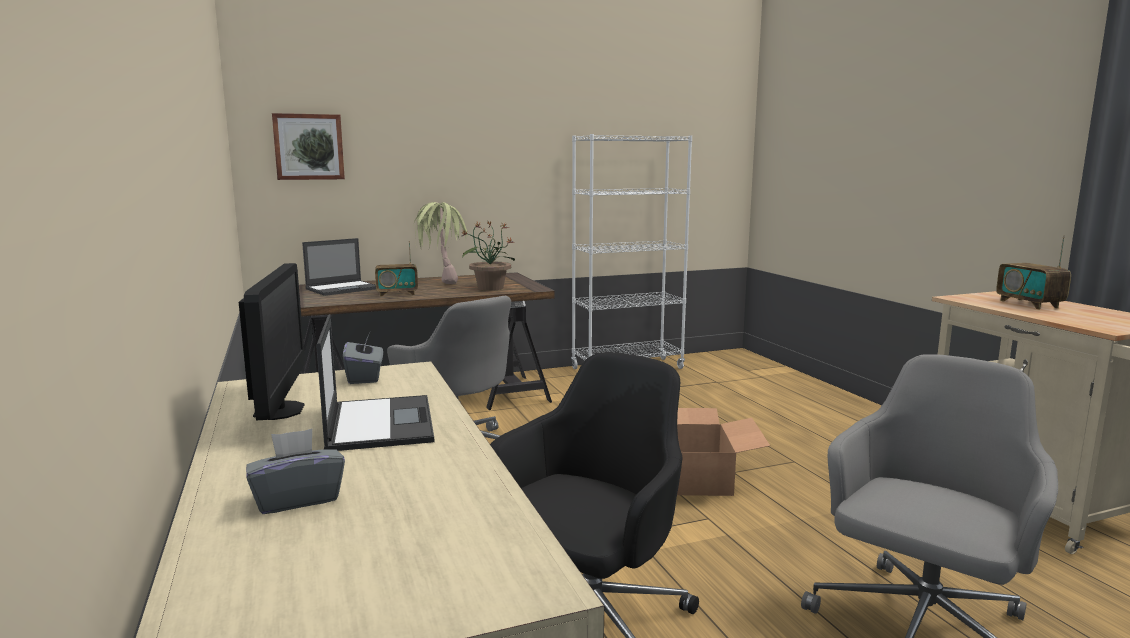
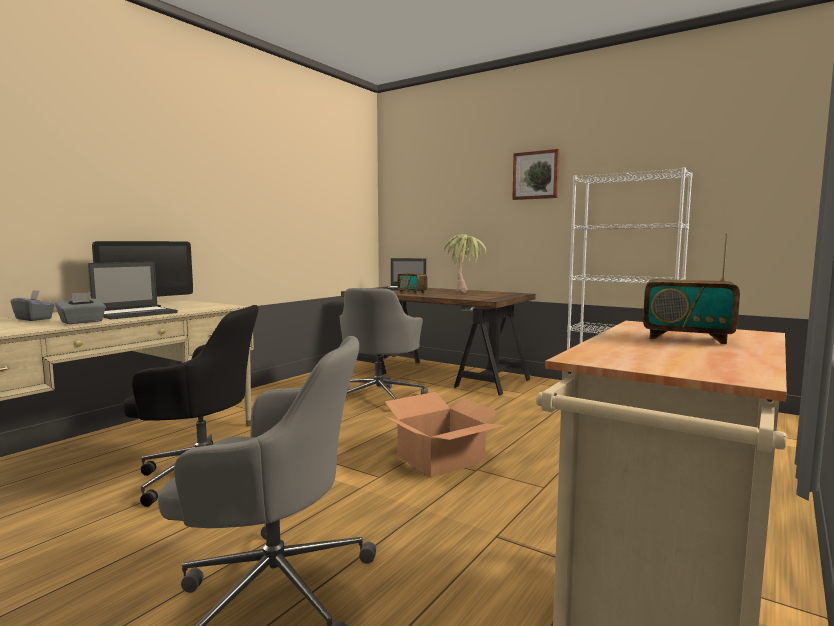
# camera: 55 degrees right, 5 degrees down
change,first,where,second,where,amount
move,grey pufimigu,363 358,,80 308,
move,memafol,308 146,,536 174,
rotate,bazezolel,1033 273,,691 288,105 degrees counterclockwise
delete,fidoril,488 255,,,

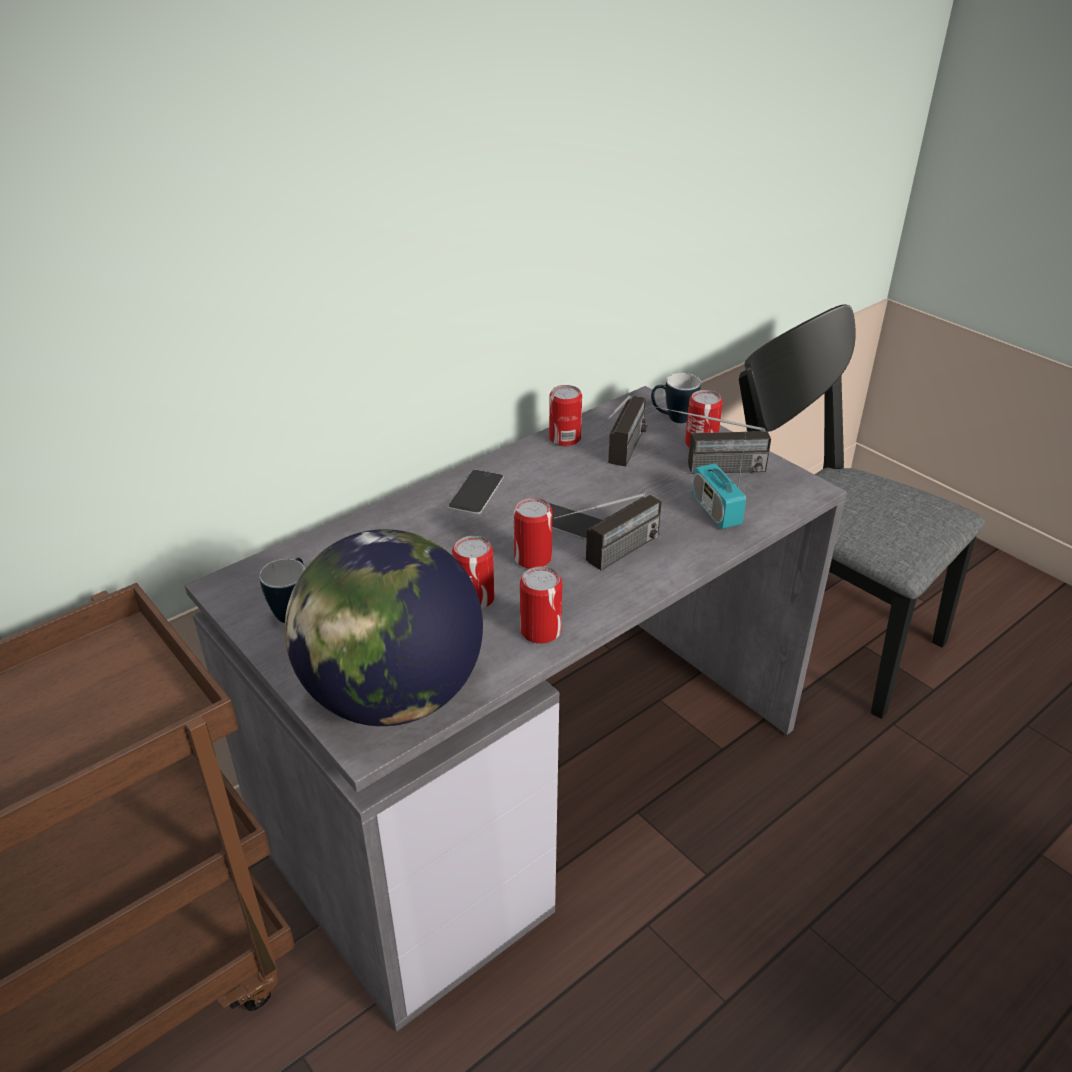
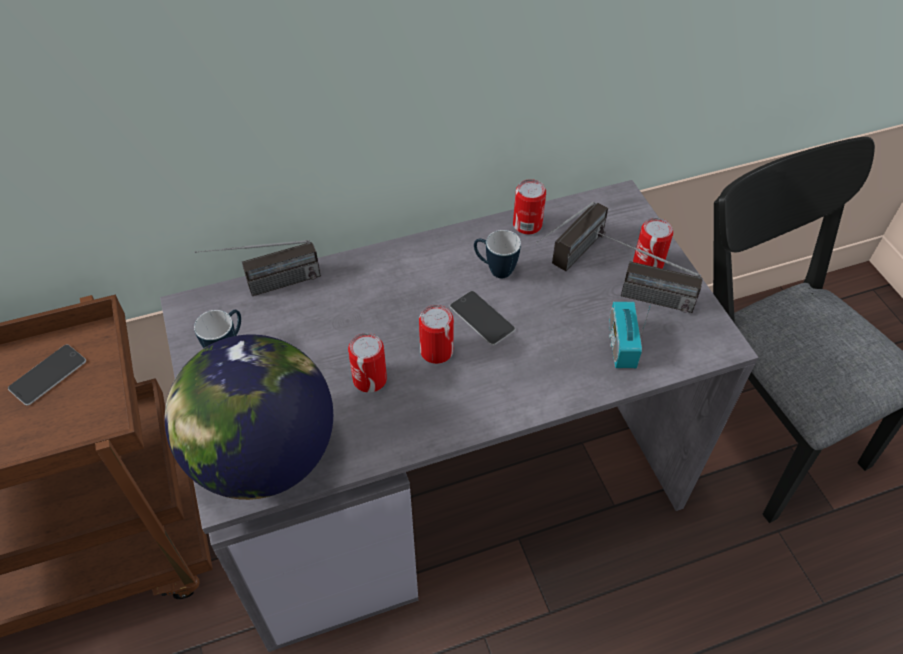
# camera: 20 degrees right, 15 degrees up
change,first,where,second,where,amount
move,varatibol,476 492,,47 375,
move,bazezolel,608 532,,258 268,
move,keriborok,676 398,,497 254,
delete,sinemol,541 605,,,

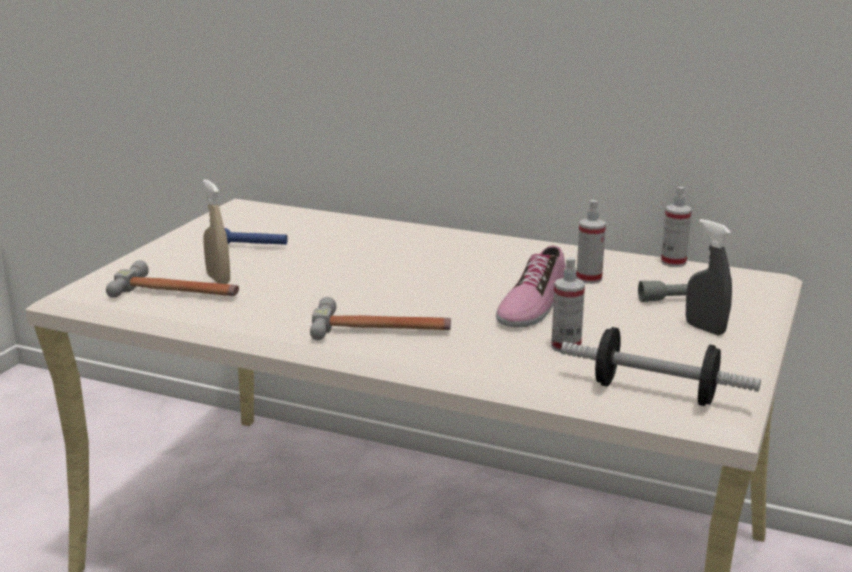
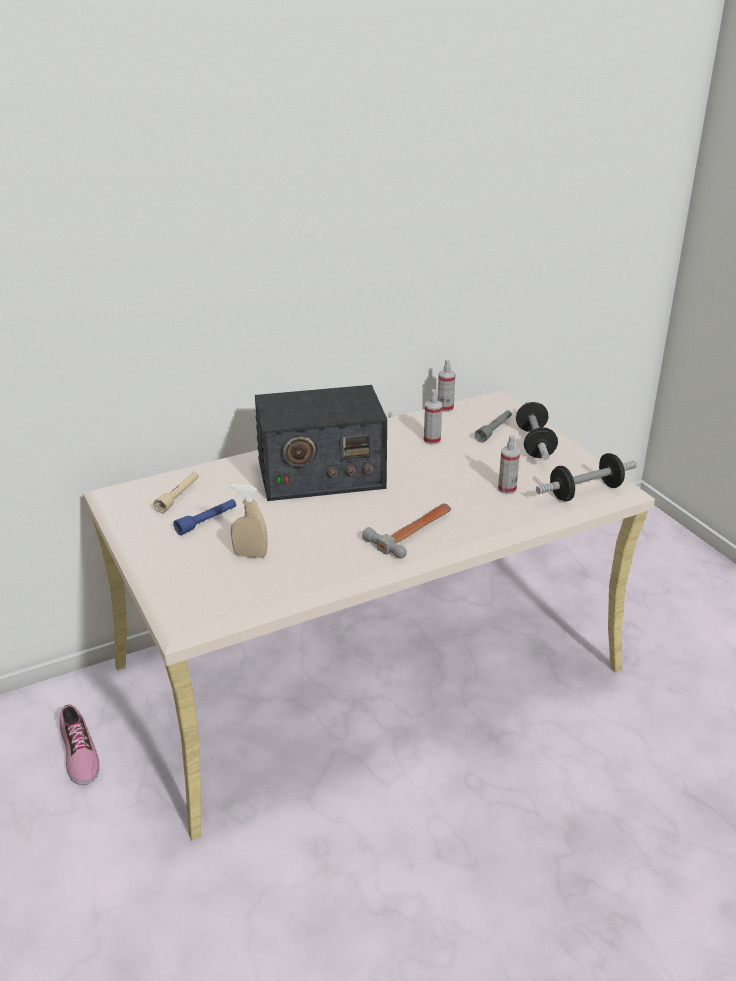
# camera: 50 degrees left, 10 degrees up
change,first,where,second,where,amount
move,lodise,531 286,,80 745,
insert,,,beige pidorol,176 492,
insert,,,bazezolel,321 443,
replace,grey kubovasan,709 277,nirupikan,537 431,
delete,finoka,172 279,,,

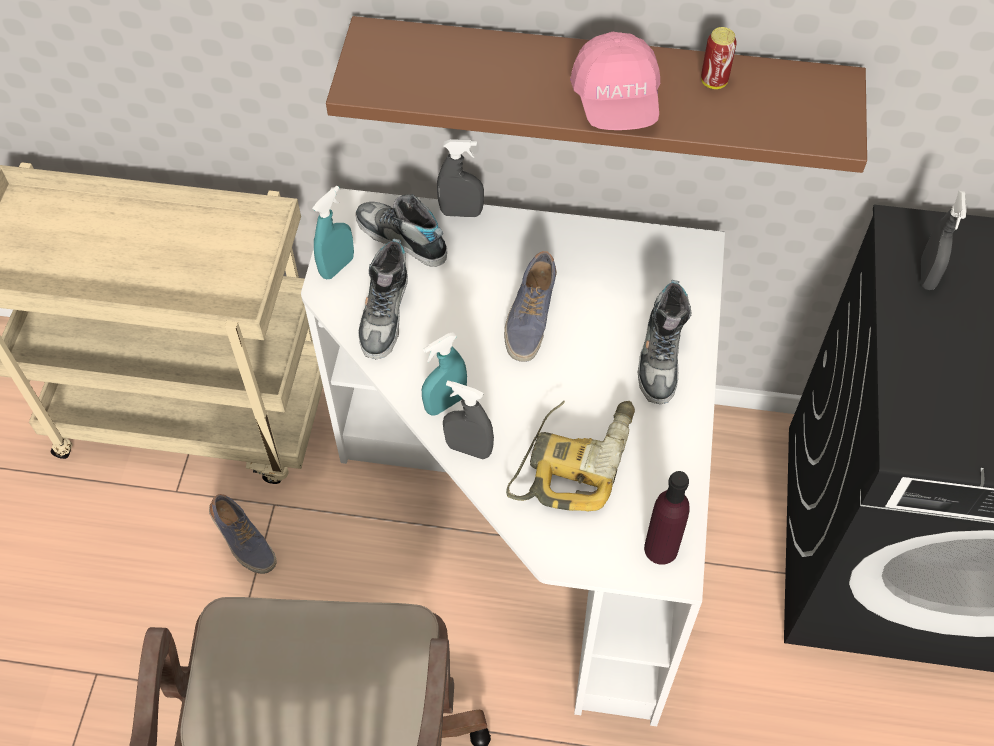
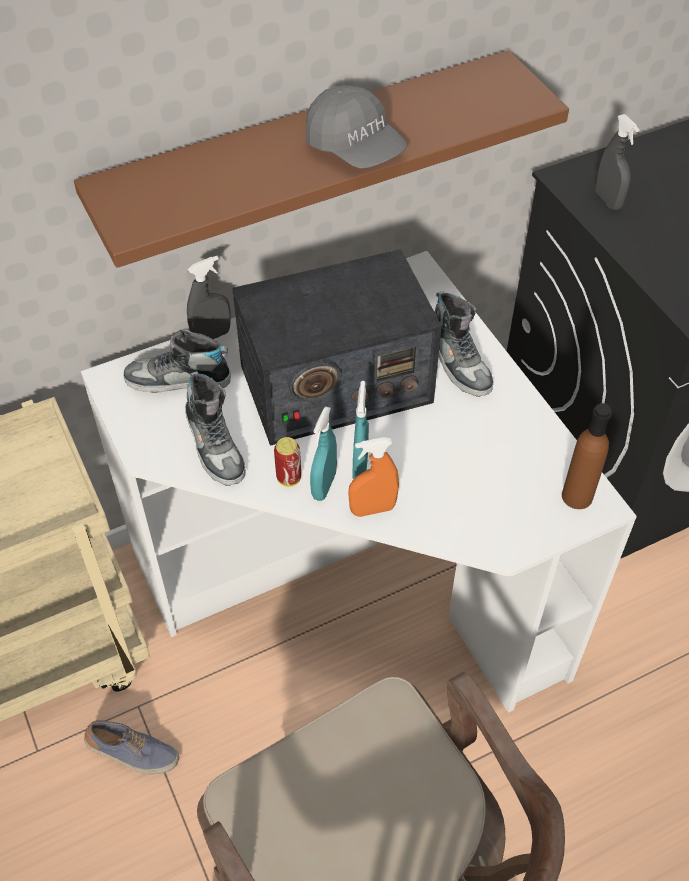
# camera: 35 degrees left, 5 degrees down
change,first,where,second,where,amount
replace,lodise,530 306,bazezolel,337 347,
move,sinemol,719 58,,287 462,
recolor,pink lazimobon,615 80,grey lazimobon,356 127,
recolor,grey kubovasan,468 419,orange kubovasan,373 477,
move,turquoise kubovasan,333 232,,360 430,
recolor,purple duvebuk,667 518,brown duvebuk,587 456,
delete,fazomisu,570 456,,,

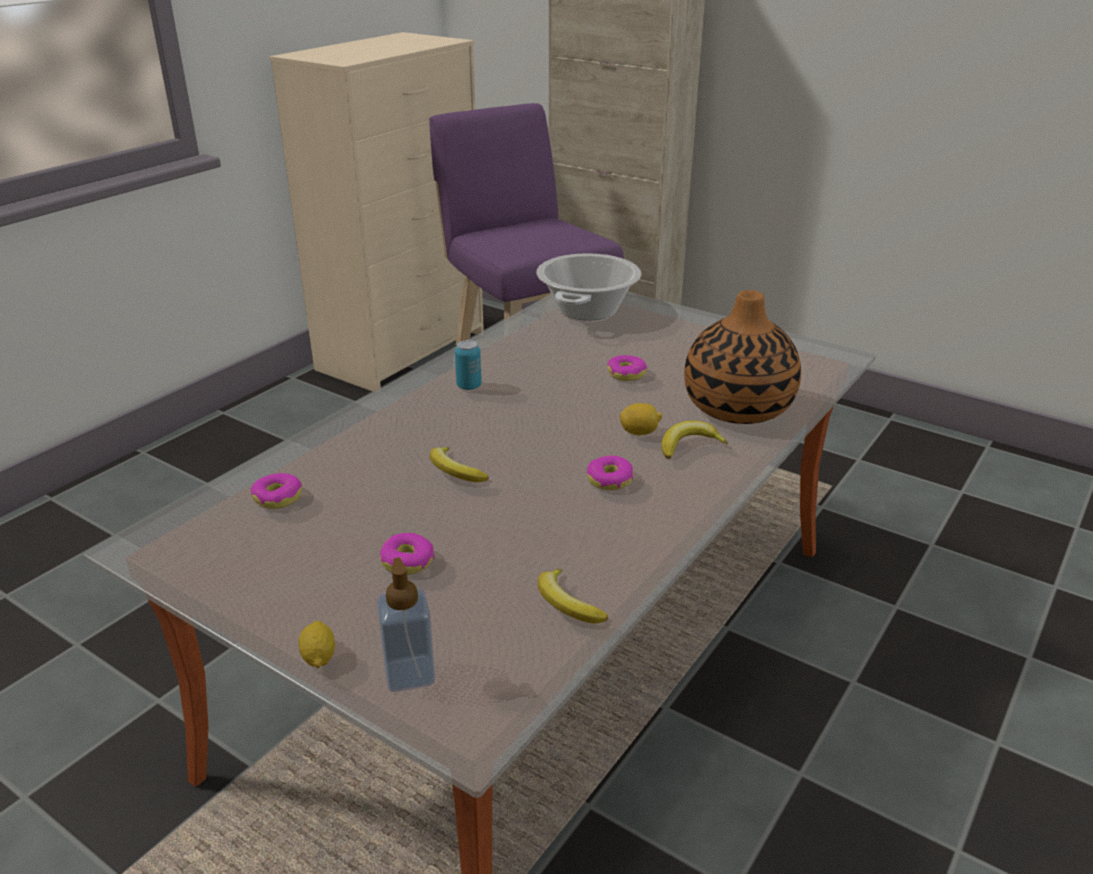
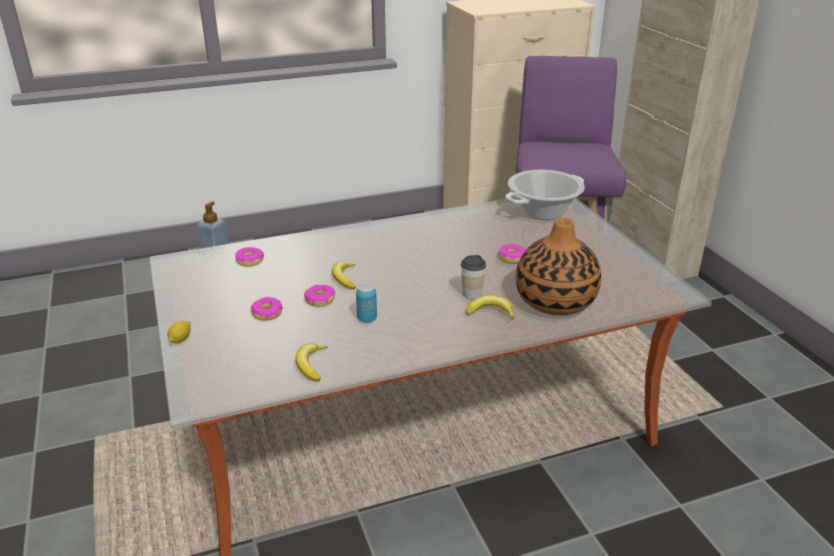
# camera: 35 degrees right, 0 degrees up
change,first,where,second,where,amount
move,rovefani,406 625,,213 232,
move,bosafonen,610 472,,319 295,
move,sinemol,468 365,,366 302,
replace,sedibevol,640 419,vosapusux,473 277,

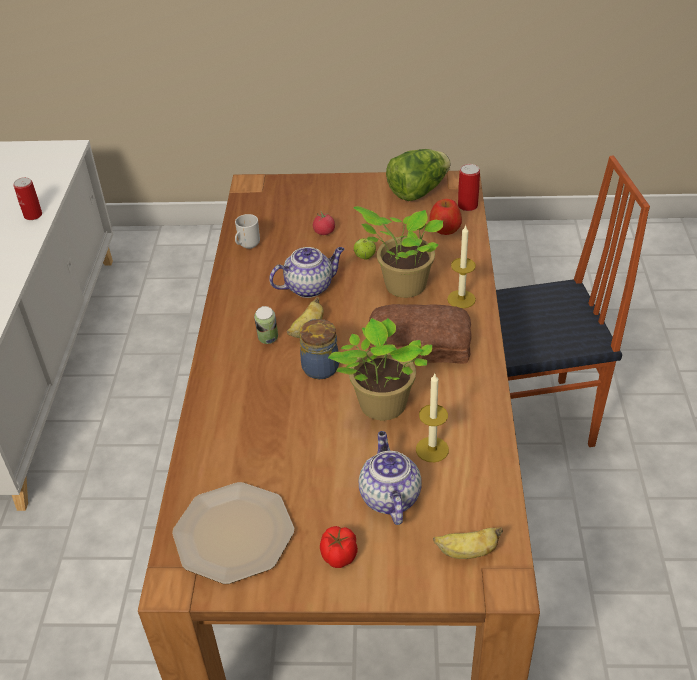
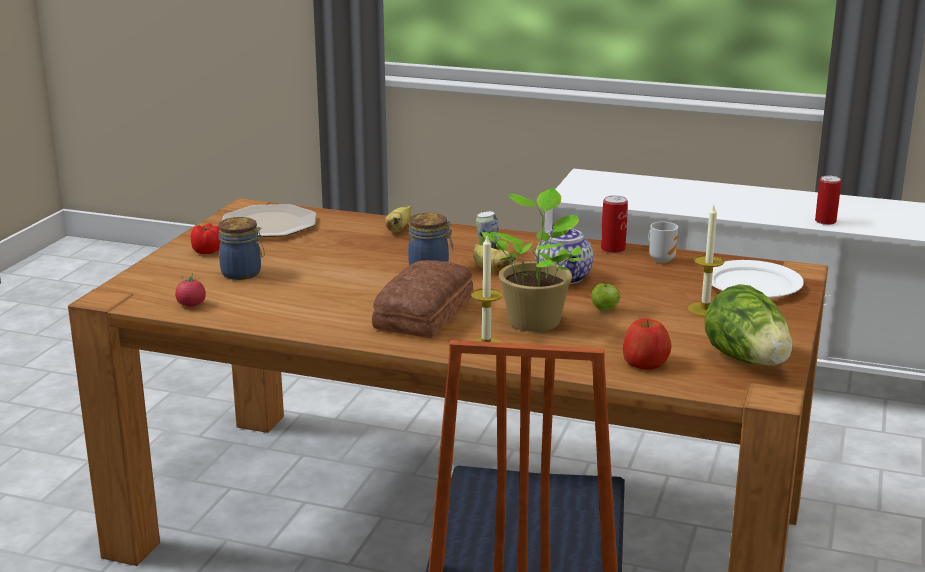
# camera: 105 degrees right, 20 degrees down
change,first,where,second,where,amount
move,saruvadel,324 223,,190 290,
replace,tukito,390 478,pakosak,241 248,
move,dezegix,468 543,,398 219,
move,sinemol,469 187,,614 224,
move,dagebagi,432 418,,706 261,
insert,,,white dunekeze,758 279,
delete,fidoril,380 369,,,

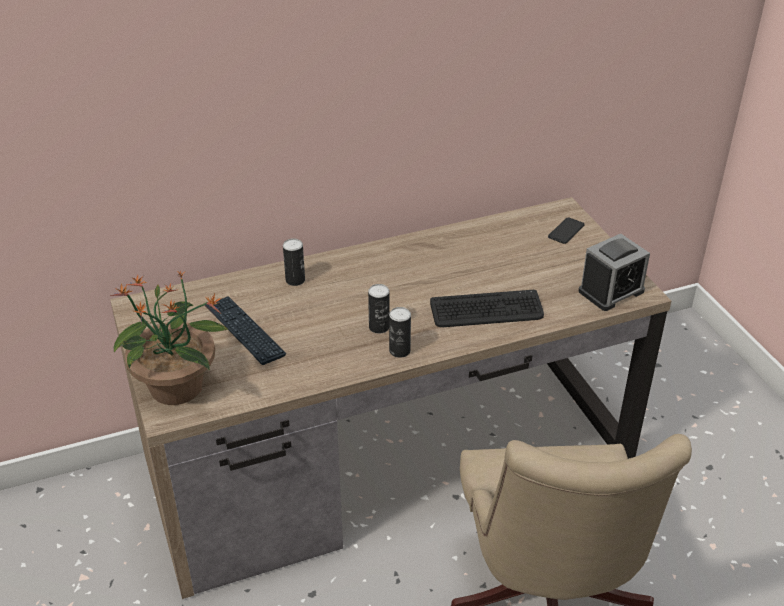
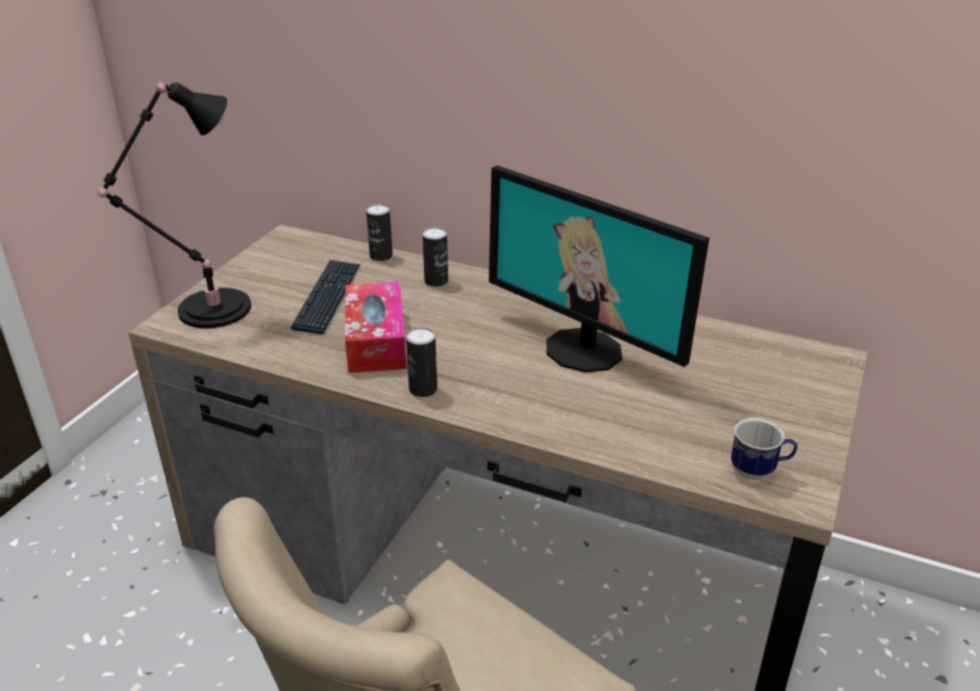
# camera: 45 degrees right, 5 degrees down
change,first,where,second,where,amount
replace,fidoril,169 337,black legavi,173 205,
insert,,,pufimigu,376 327,
move,sinemol,379 308,,379 232,
insert,,,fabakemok,599 269,
replace,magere,614 272,keriborok,764 449,
delete,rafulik,487 308,,,
delete,varatibol,566 230,,,

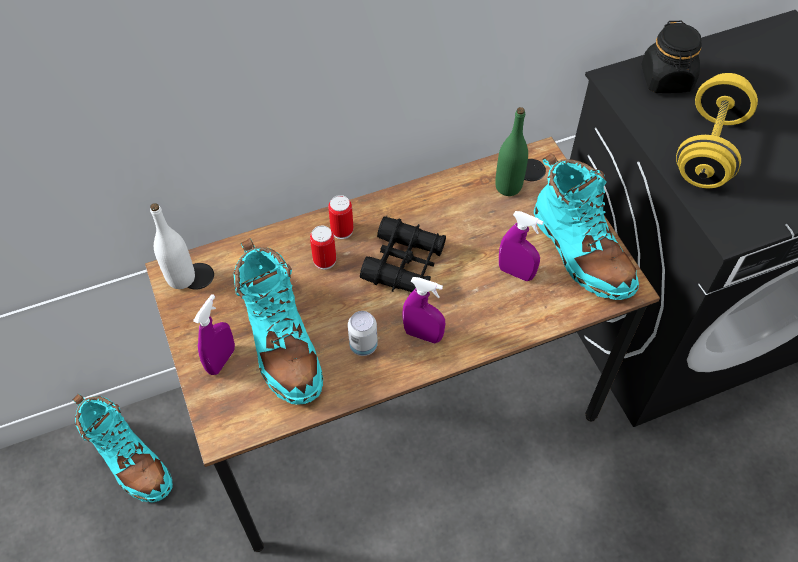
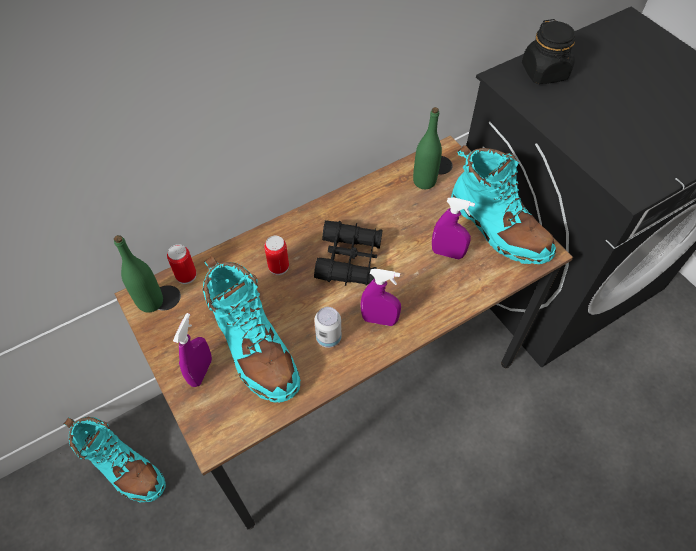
# camera: 10 degrees left, 0 degrees up
change,first,where,second,where,amount
recolor,white duvebuk,172 246,green duvebuk,138 273,
move,sinemol,340 217,,181 264,
delete,yellow nirupikan,717 130,,,

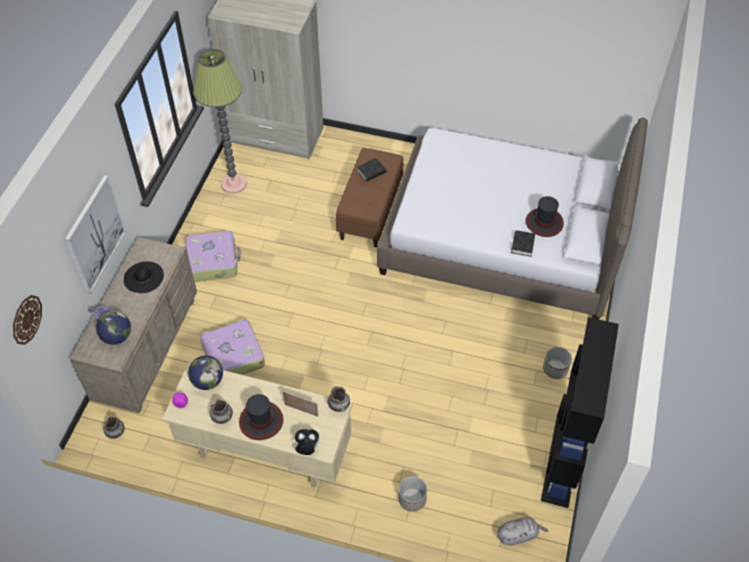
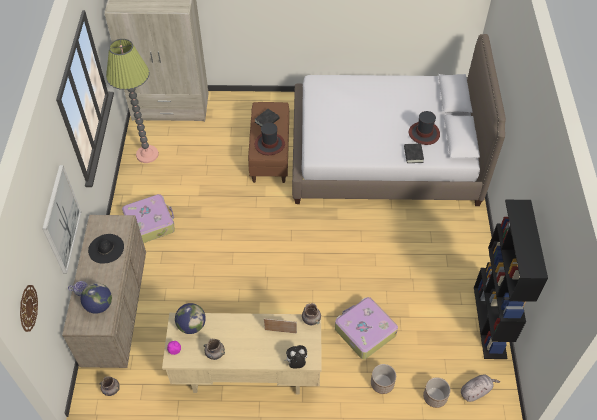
# camera: 15 degrees left, 0 degrees up
change,first,where,second,where,amount
move,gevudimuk,261 417,,270 139,
move,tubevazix,232 347,,366 328,
move,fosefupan,557 363,,437 392,

